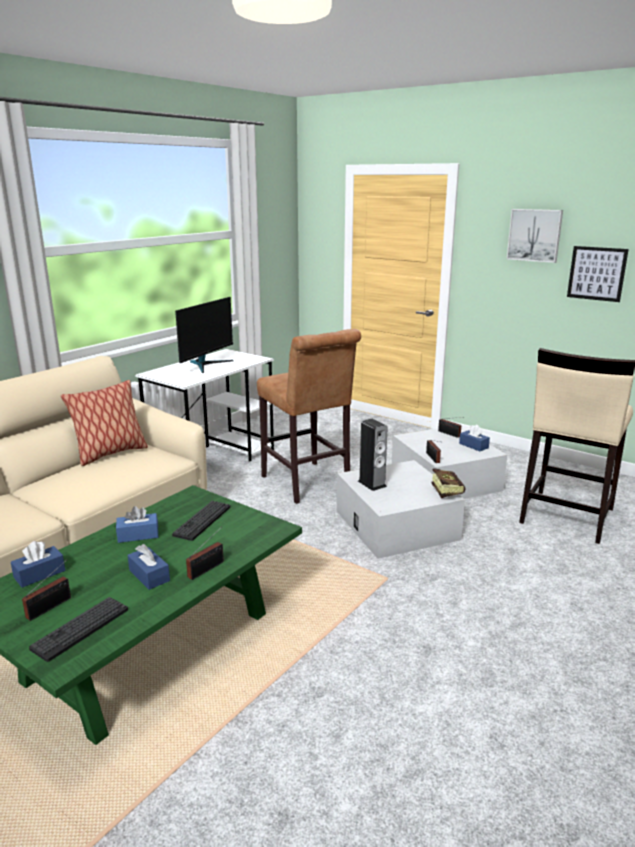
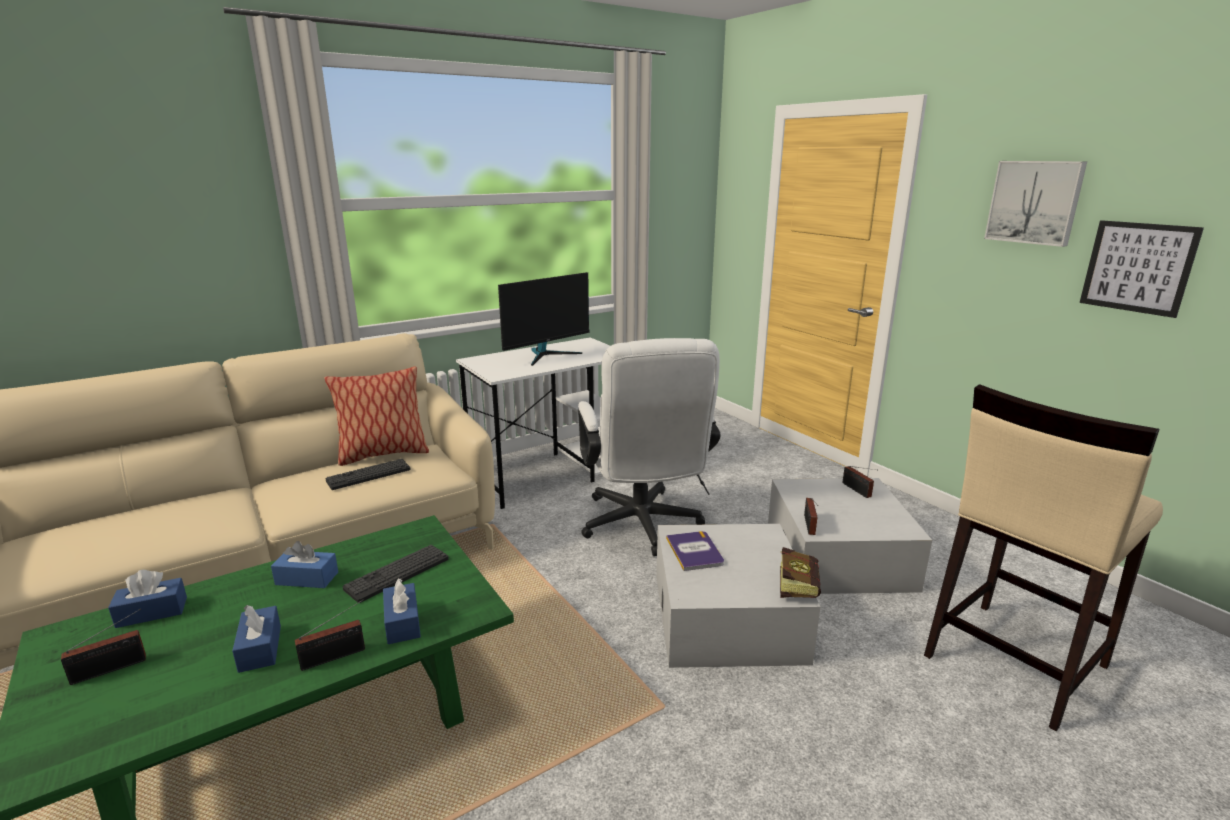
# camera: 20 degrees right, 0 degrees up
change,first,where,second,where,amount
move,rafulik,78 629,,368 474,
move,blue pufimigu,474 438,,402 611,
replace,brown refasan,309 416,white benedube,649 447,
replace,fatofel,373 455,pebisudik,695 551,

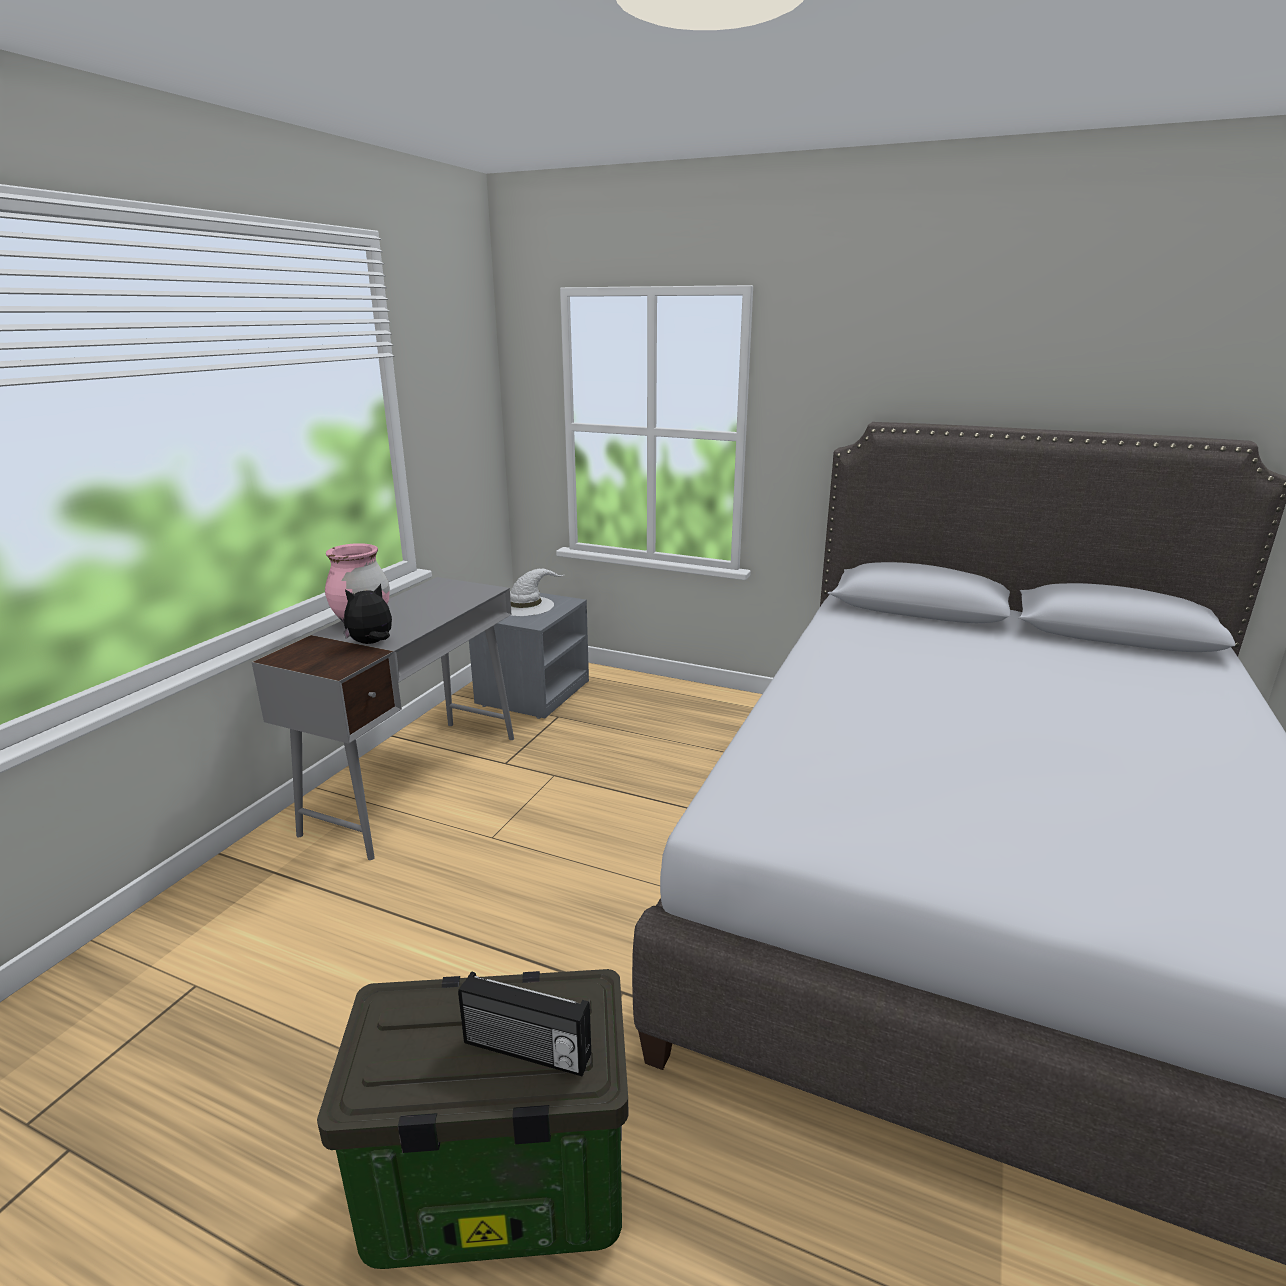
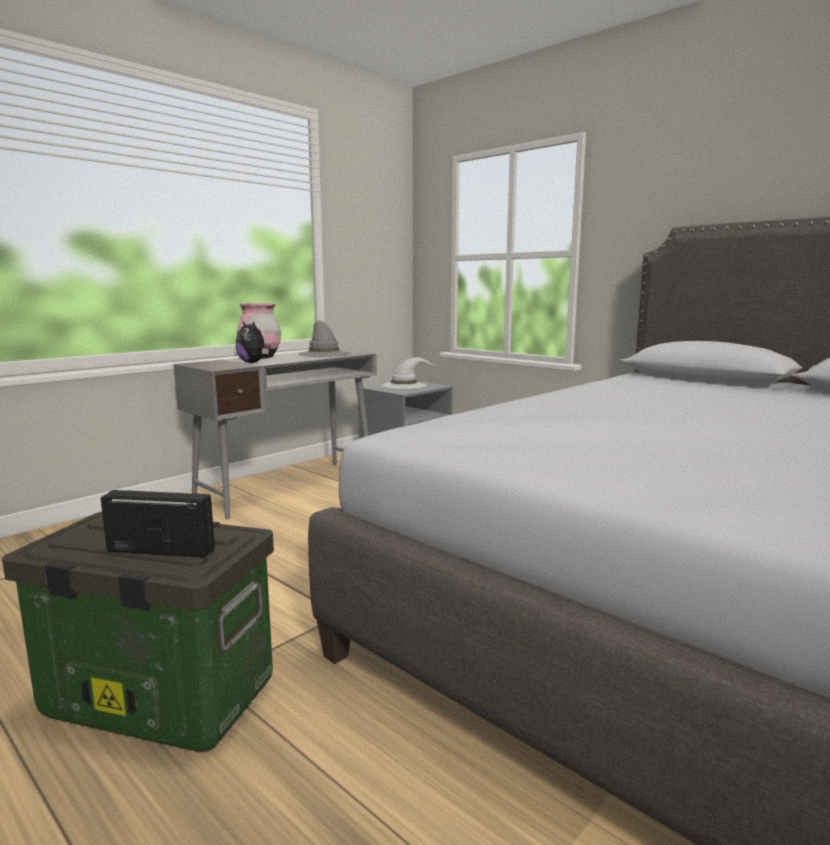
# camera: 20 degrees right, 10 degrees down
change,first,where,second,where,amount
rotate,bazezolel,524 1023,,158 524,150 degrees clockwise
rotate,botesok,368 614,,252 341,120 degrees counterclockwise
insert,,,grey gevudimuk,324 338,

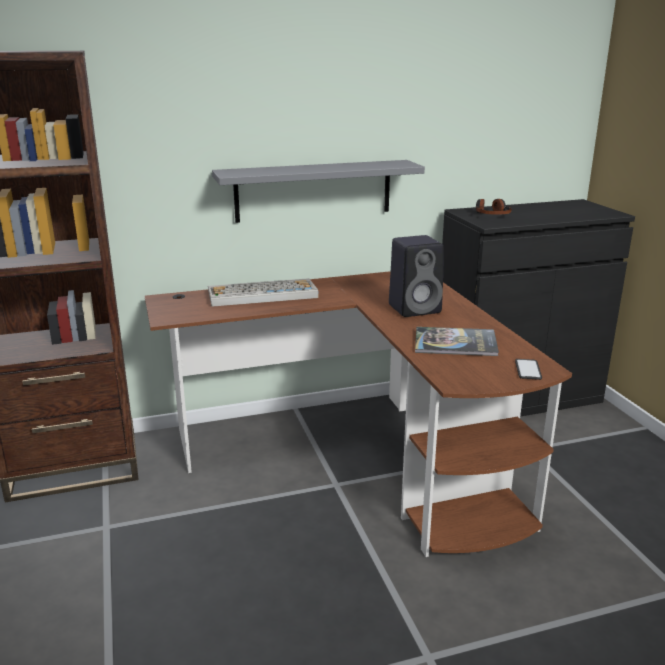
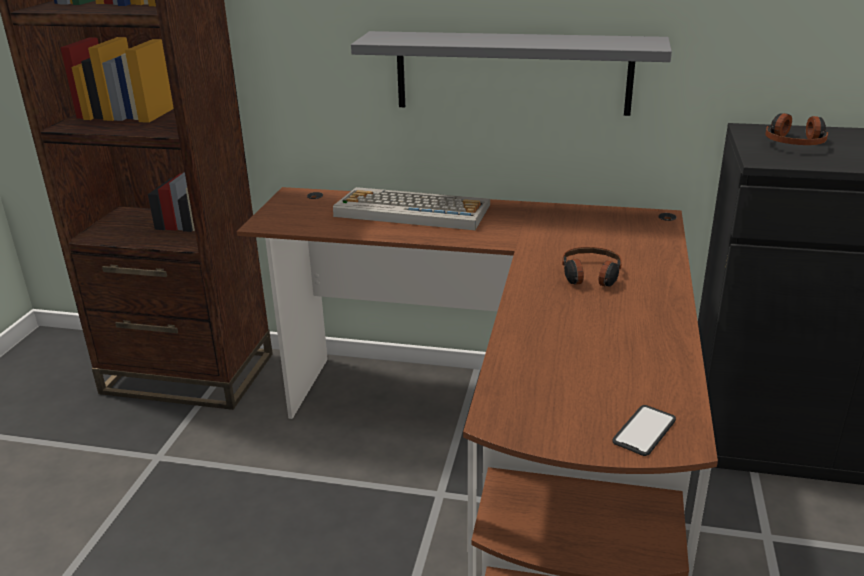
# camera: 30 degrees right, 5 degrees up
change,first,where,second,where,amount
replace,black fatofel,416 276,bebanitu,592 267,
delete,pebisudik,457 341,,,

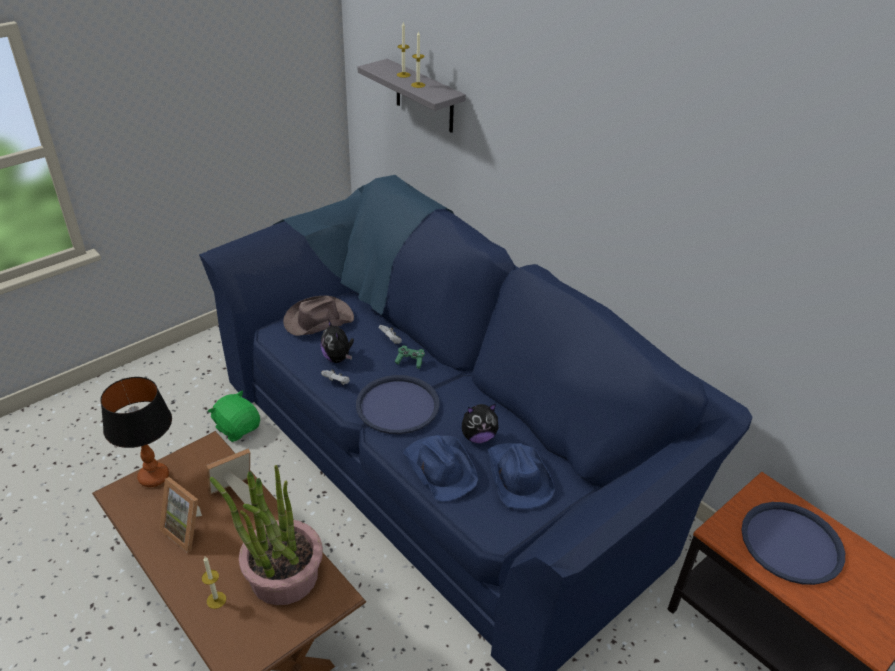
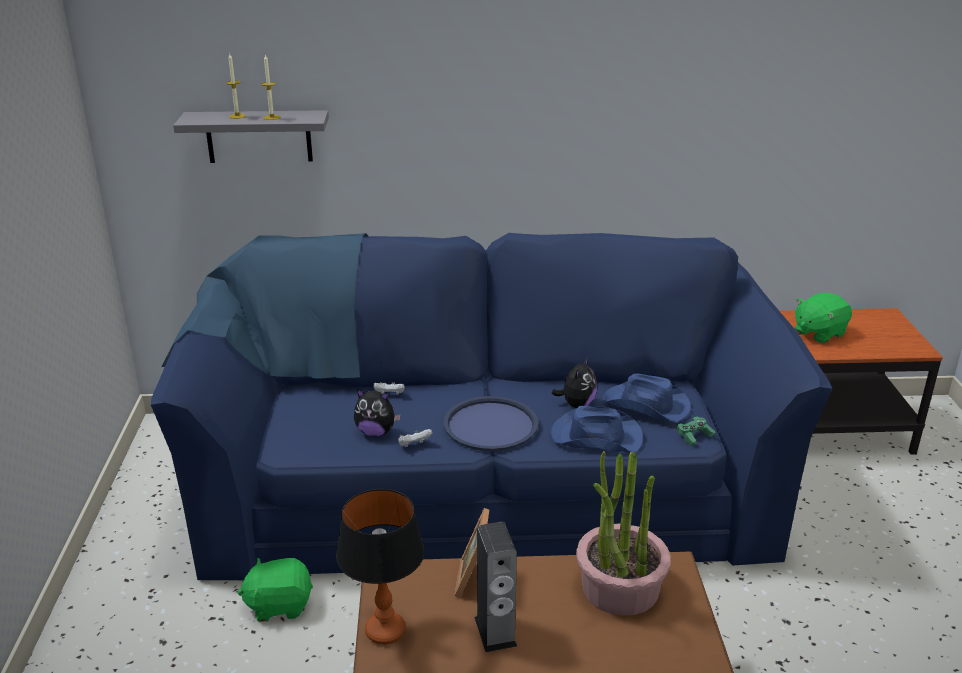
# camera: 50 degrees left, 10 degrees down
change,first,where,second,where,amount
replace,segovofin,180 515,fatofel,496 587,
move,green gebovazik,410 357,,695 431,
replace,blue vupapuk,793 543,green botesok,823 318,
delete,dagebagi,214 583,,,
delete,brown gevudimuk,318 316,,,

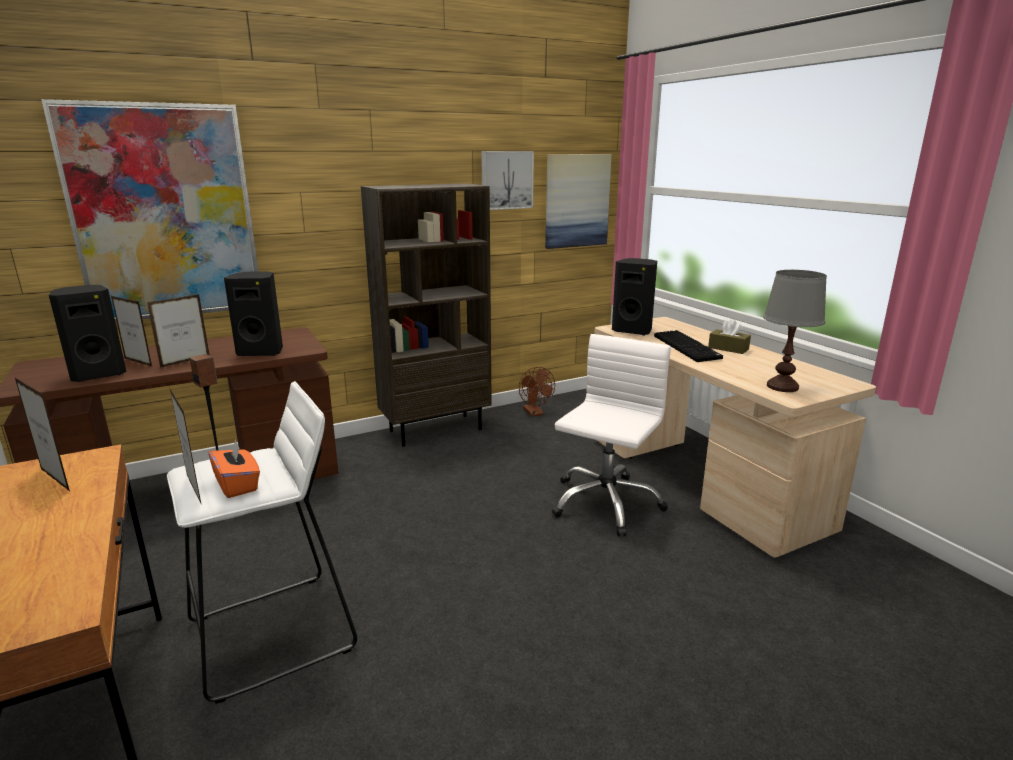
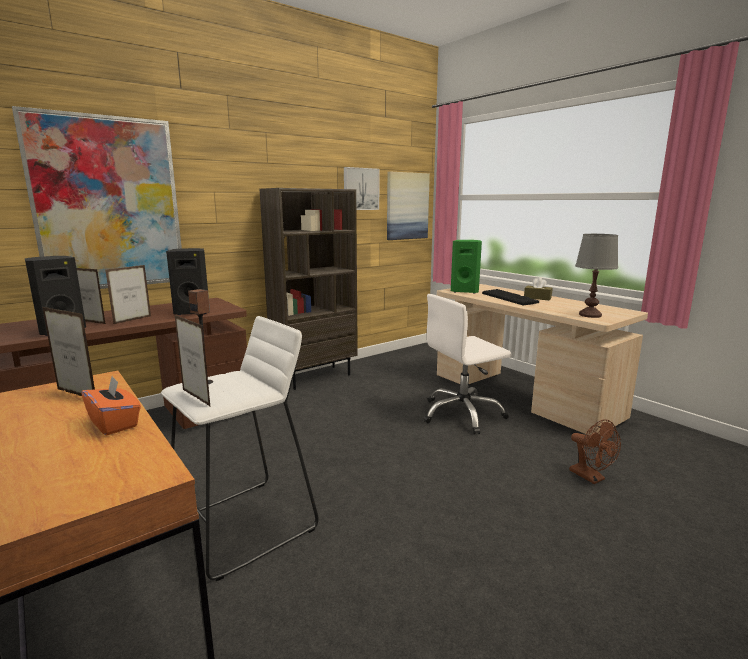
# camera: 10 degrees left, 5 degrees down
change,first,where,second,where,amount
move,orange pufimigu,234 468,,111 406,
rotate,white benedube,611 435,,467 364,135 degrees counterclockwise
recolor,black fatofel,634 296,green fatofel,466 267,
move,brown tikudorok,537 392,,595 451,

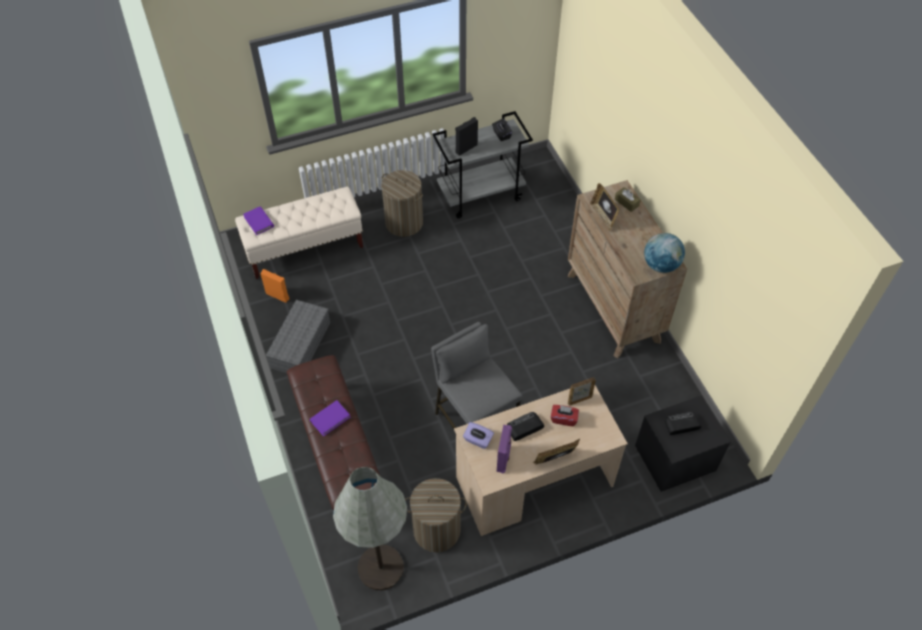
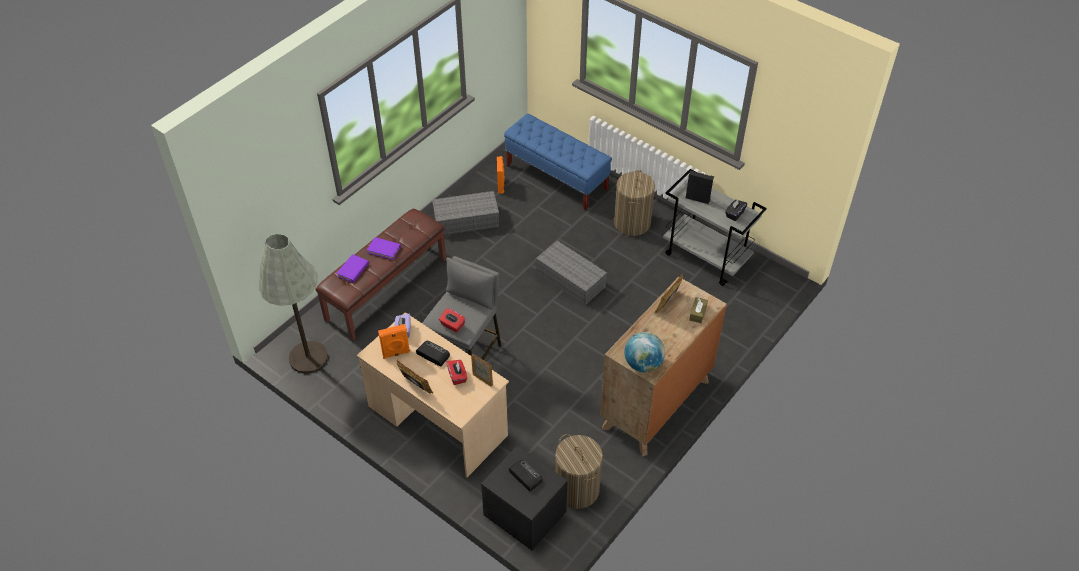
# camera: 60 degrees right, 5 degrees down
change,first,where,second,where,amount
move,purple pebisudik,258 220,,352 268,
recolor,purple fatofel,504 449,orange fatofel,394 341,
insert,,,red pufimigu,452 320,
recolor,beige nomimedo,299 233,blue nomimedo,558 162,
insert,,,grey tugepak,571 272,
move,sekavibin,436 515,,579 471,

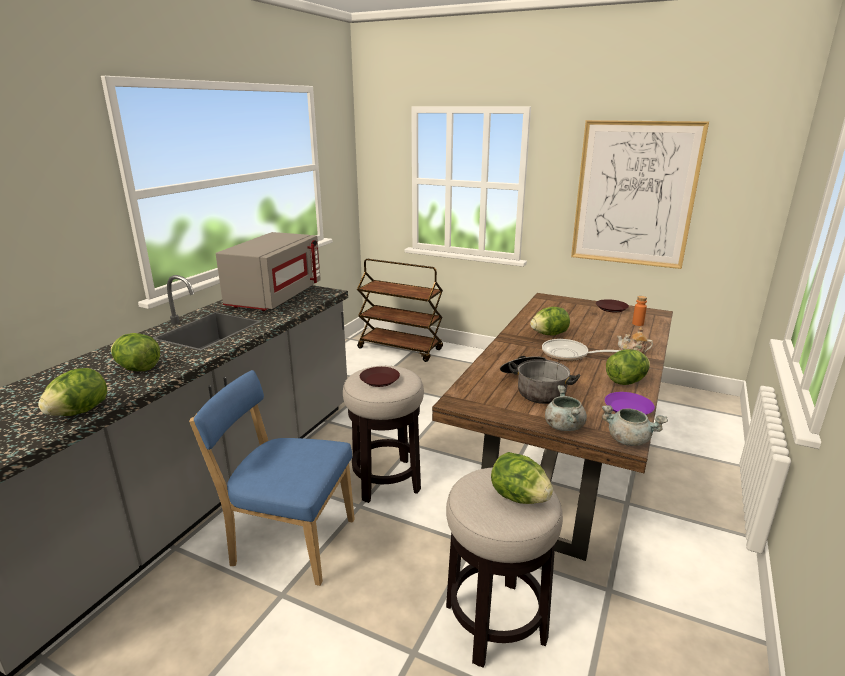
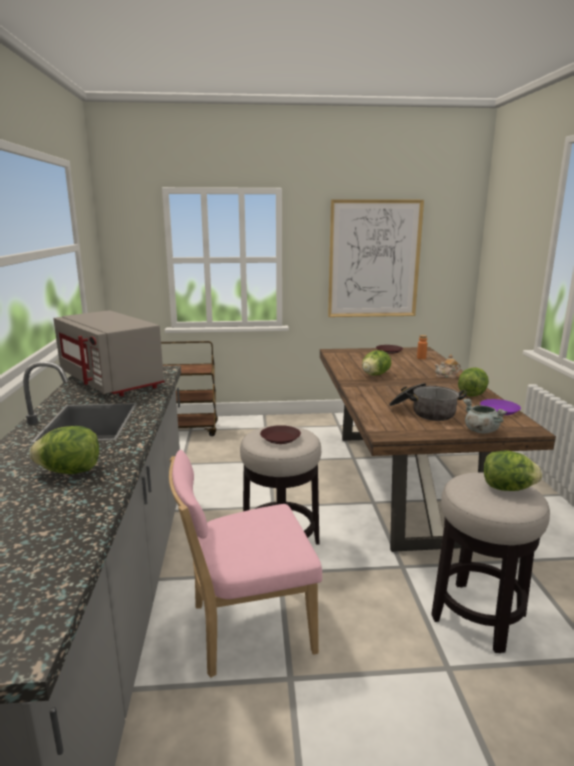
# camera: 30 degrees left, 5 degrees down
change,first,where,second,where,amount
rotate,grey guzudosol,268 271,,108 353,150 degrees clockwise
recolor,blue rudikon,272 478,pink rudikon,245 564,
delete,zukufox,73 392,,,
delete,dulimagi,581 350,,,
delete,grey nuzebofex,635 425,,,

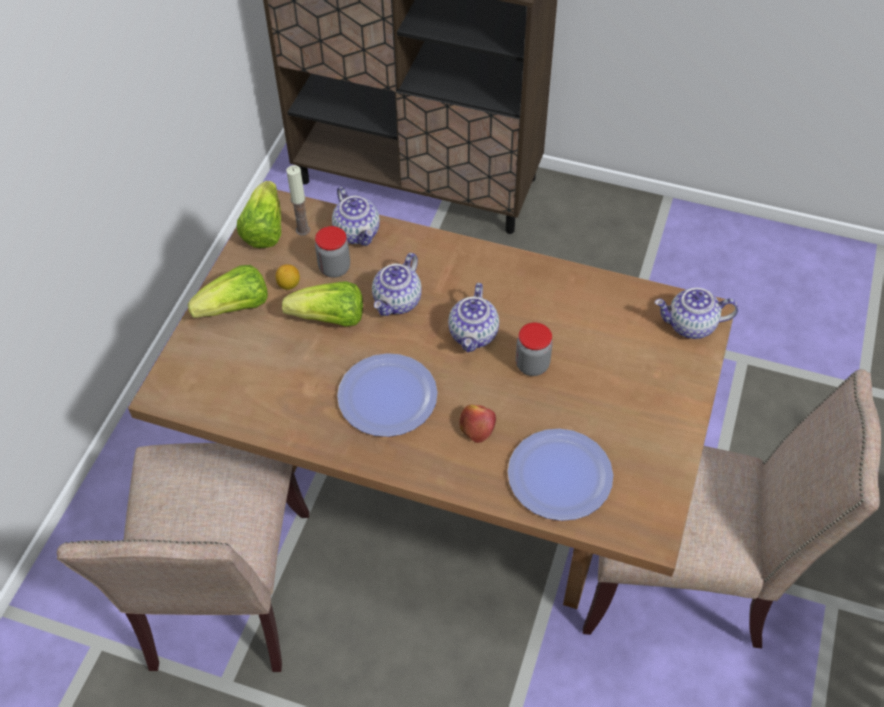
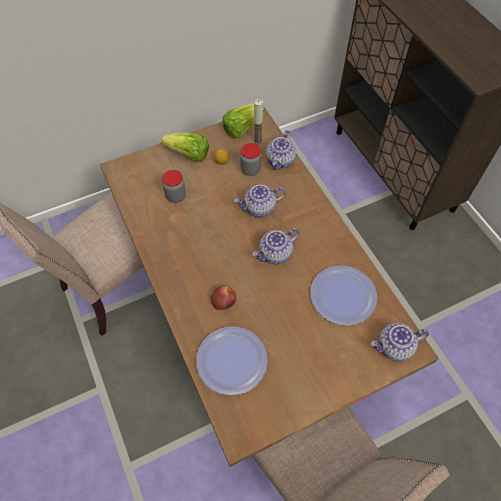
# camera: 45 degrees right, 5 degrees up
change,first,where,second,where,amount
move,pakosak,534 349,,174 186,
move,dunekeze,387 395,,343 295,
rotate,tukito,697 313,,400 342,60 degrees counterclockwise
delete,zukufox,322 304,,,

